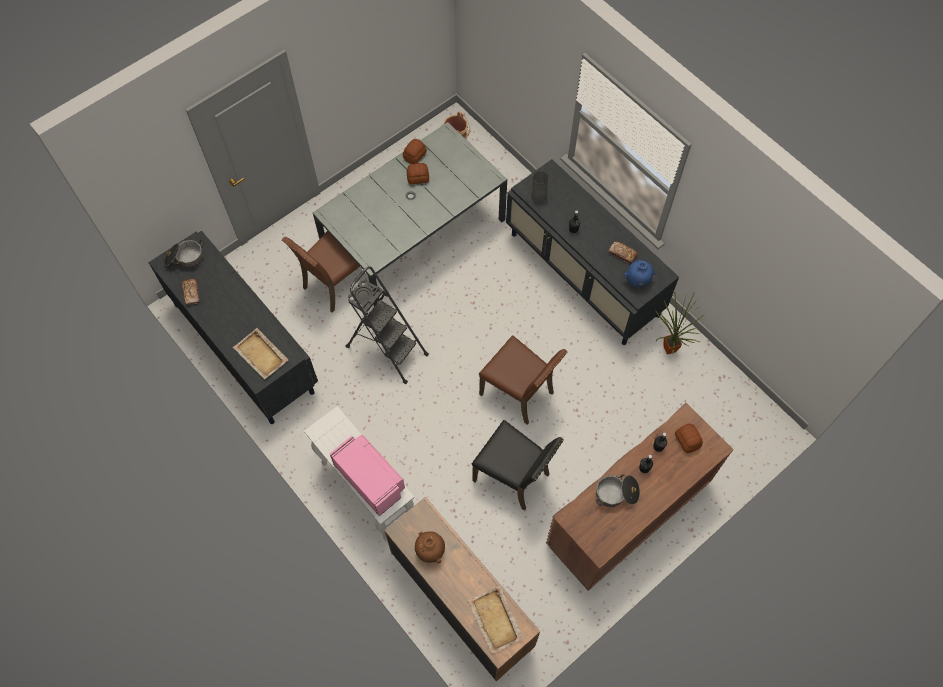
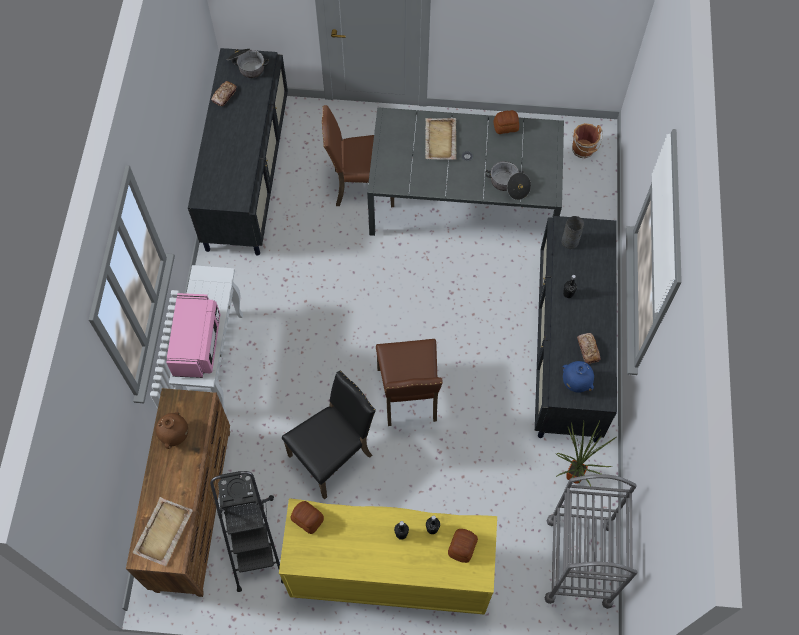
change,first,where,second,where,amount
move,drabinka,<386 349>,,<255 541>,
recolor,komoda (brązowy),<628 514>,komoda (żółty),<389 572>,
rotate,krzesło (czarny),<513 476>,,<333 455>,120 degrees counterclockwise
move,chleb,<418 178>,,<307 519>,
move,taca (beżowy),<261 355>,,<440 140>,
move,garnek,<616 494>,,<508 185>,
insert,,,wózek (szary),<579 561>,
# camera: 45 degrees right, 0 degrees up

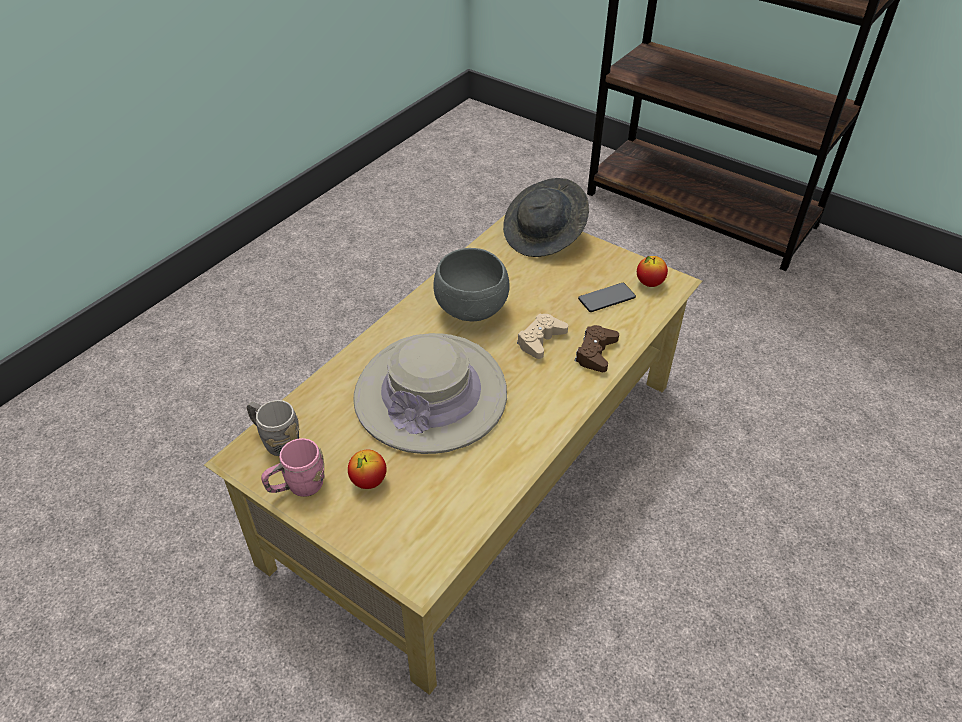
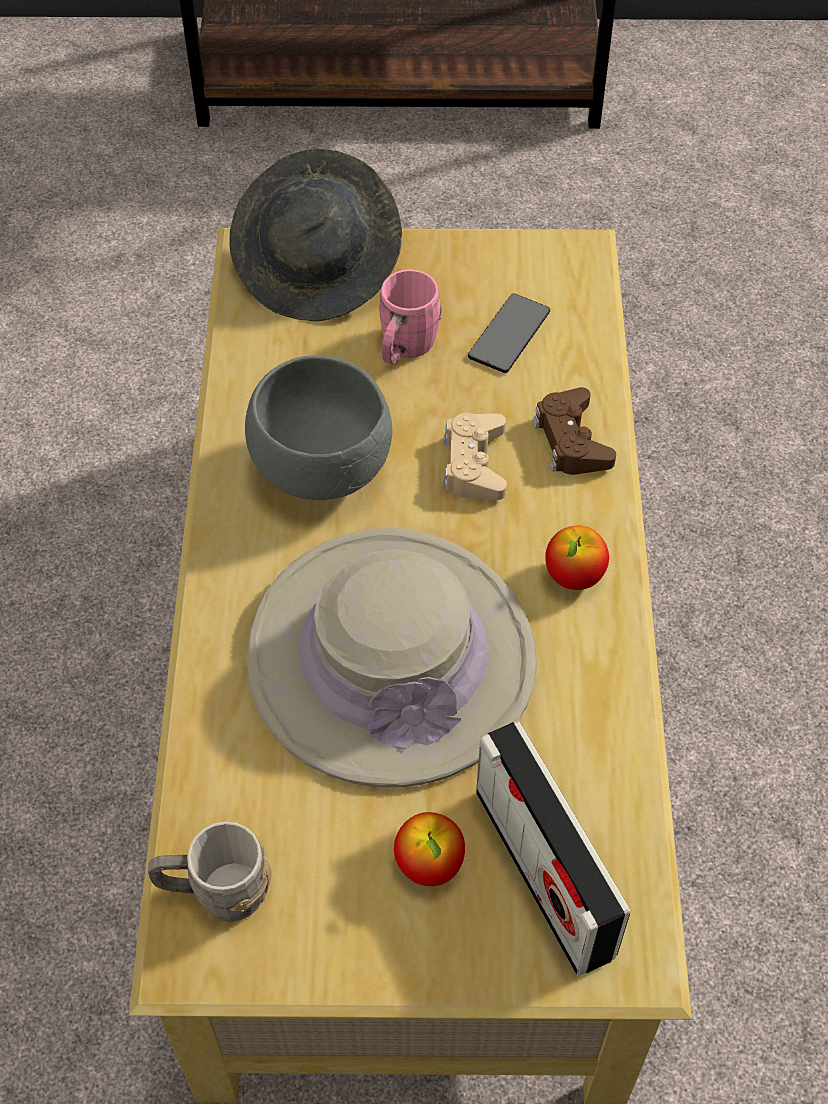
change,first,where,second,where,amount
move,kubek (różowy),<298 487>,,<404 349>,
insert,,,radio,<544 873>,
move,jabłko,<649 283>,,<573 576>,
# camera: 35 degrees left, 10 degrees up

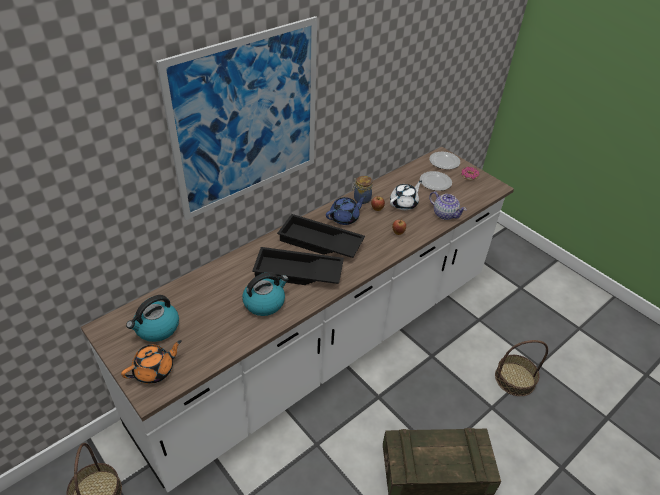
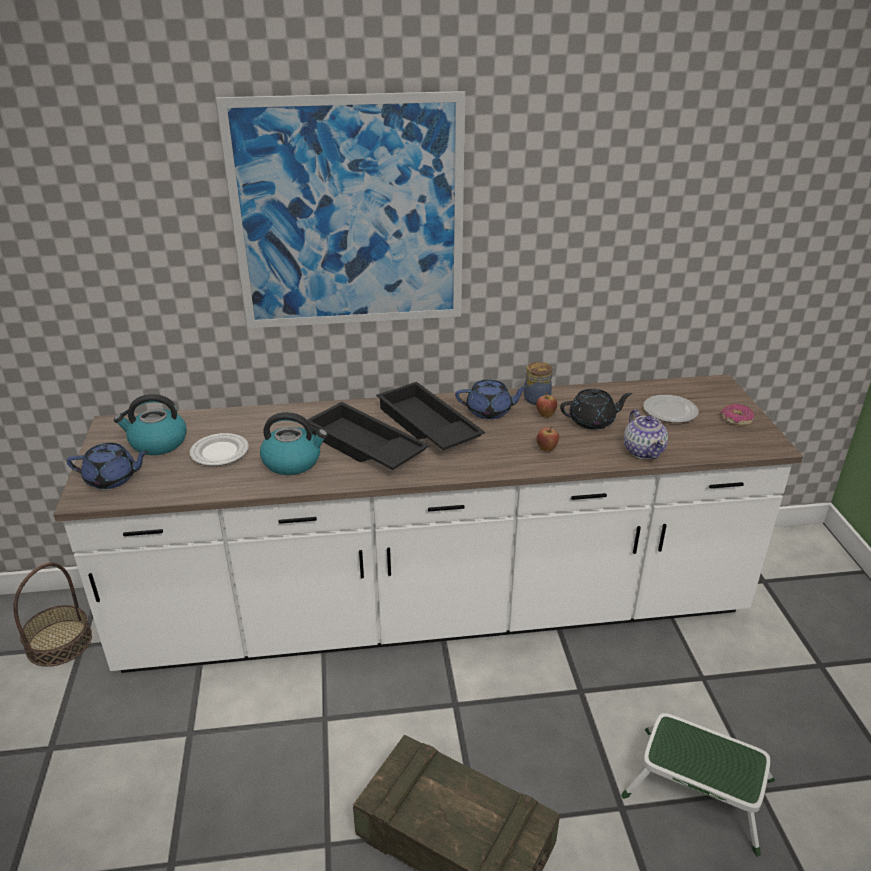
change,first,where,second,where,amount
recolor,imbryk (pomarańczowy),<155 370>,imbryk (niebieski),<112 479>,
move,talerz,<444 162>,,<220 453>,
recolor,imbryk (biały),<404 204>,imbryk (czarny),<593 421>,
replace,koszyk,<515 379>,drabinka (zielony),<698 789>,
# camera: 35 degrees right, 10 degrees down

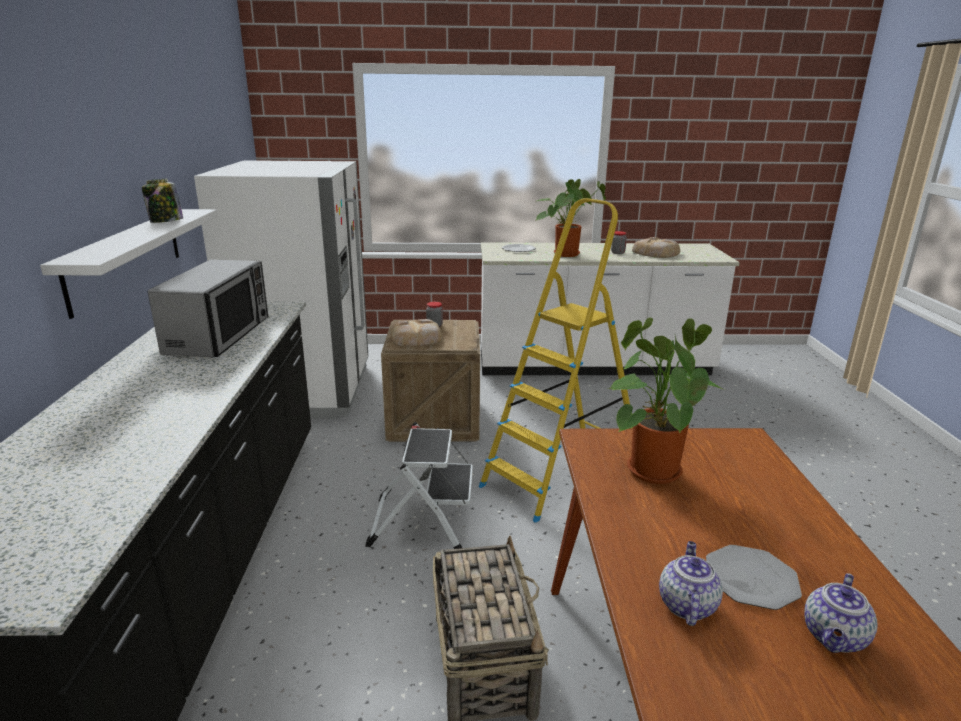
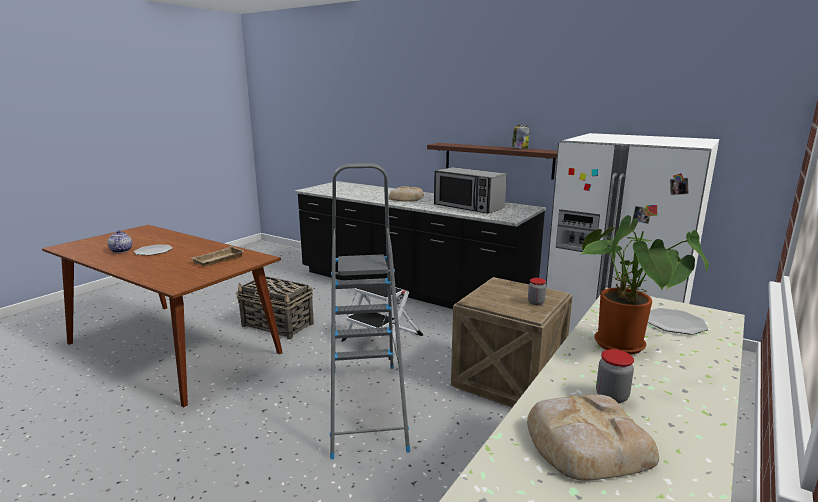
change,first,where,second,where,amount
replace,roślina doniczkowa,<650 468>,taca (beżowy),<219 260>,
recolor,drabinka (żółty),<562 473>,drabinka (szary),<365 405>,
move,chleb,<417 338>,,<405 198>,
recolor,półka (biały),<126 257>,półka (brązowy),<497 160>,
delete,imbryk,<686 604>,,,
# camera: 125 degrees right, 5 degrees down

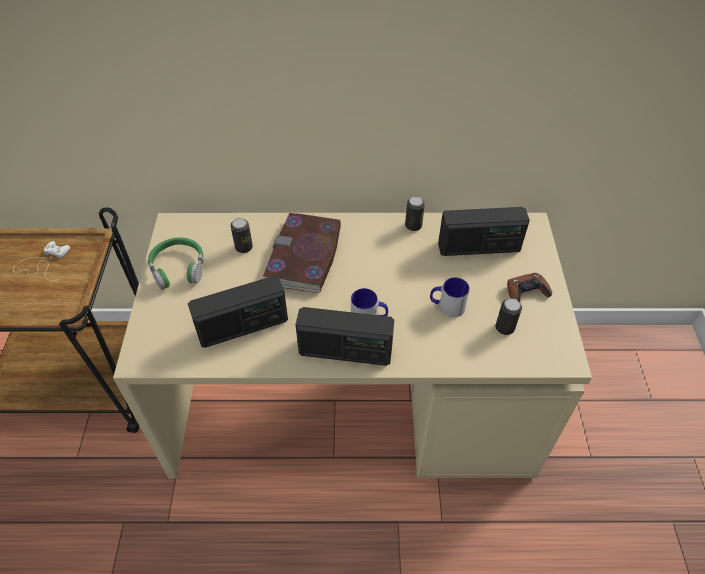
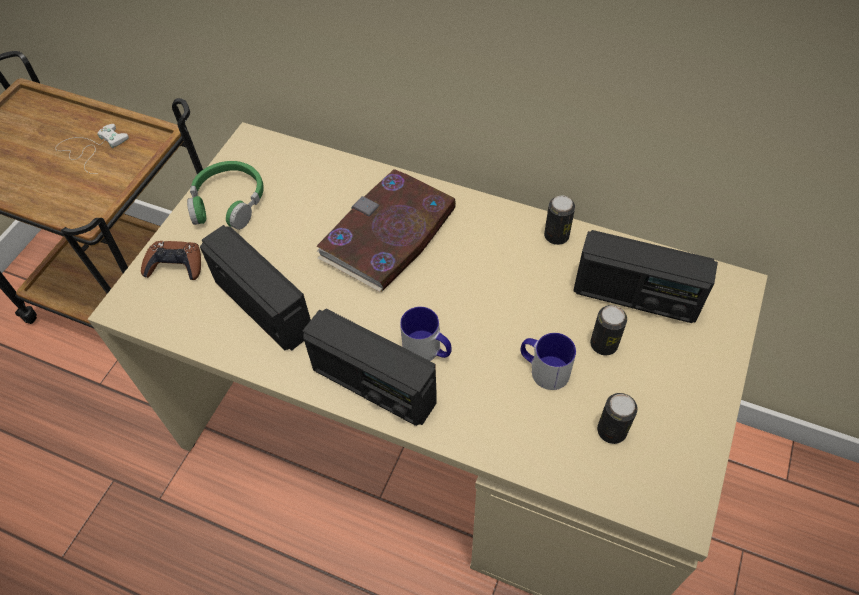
change,first,where,second,where,amount
move,pad do gier (brązowy),<526 292>,,<175 265>,
rotate,radio,<243 327>,,<264 305>,135 degrees counterclockwise
move,puszka,<244 247>,,<603 344>,
# camera: 25 degrees right, 5 degrees up

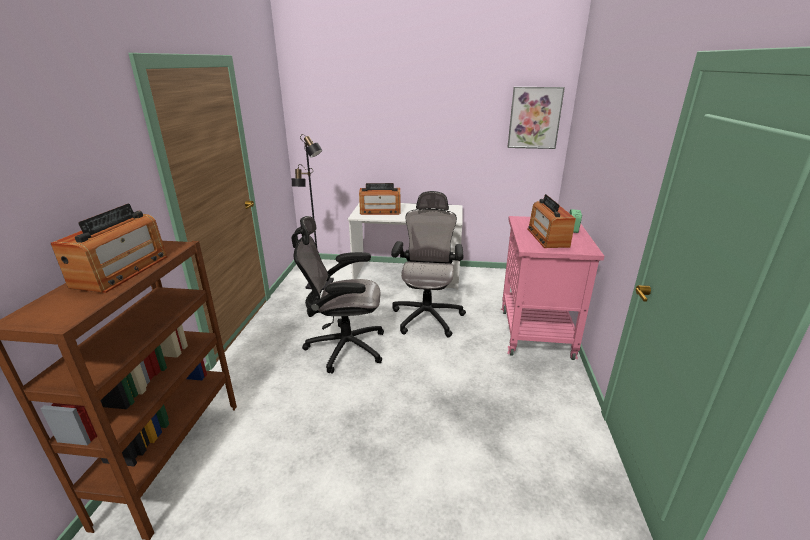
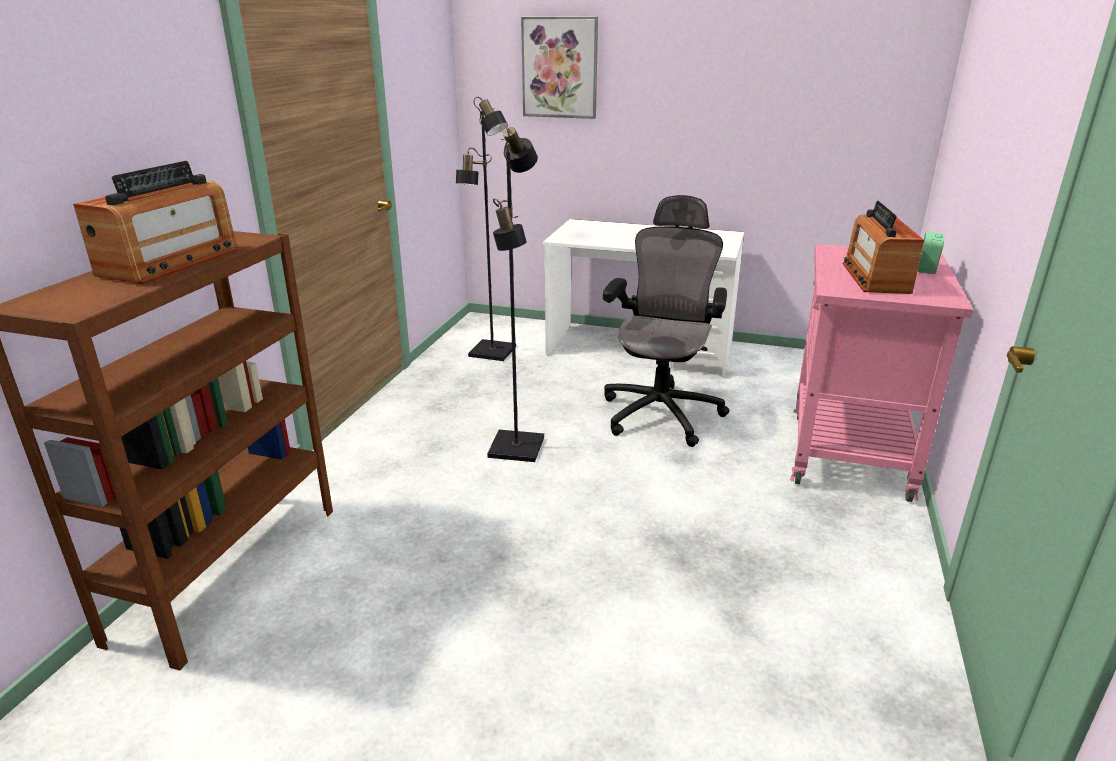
change,first,where,second,where,amount
replace,krzesło biurowe,<345 348>,lampa stojąca (czarny),<516 447>,
move,obraz,<534 118>,,<560 68>,
delete,radio,<380 211>,,,
# camera: 10 degrees right, 0 degrees up

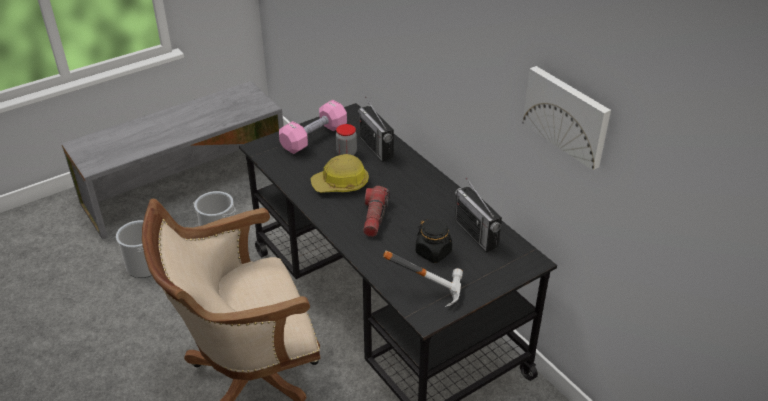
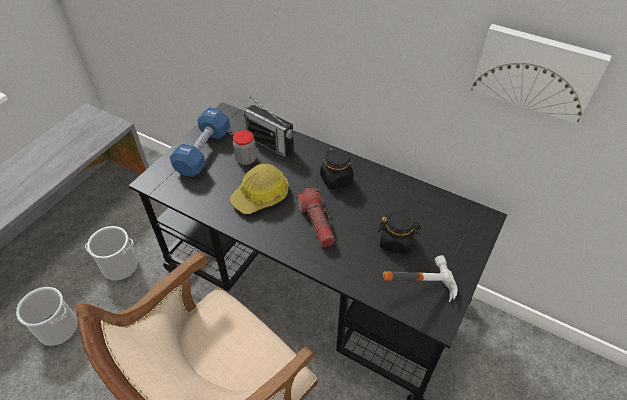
change,first,where,second,where,amount
recolor,hantel (różowy),<314 137>,hantel (niebieski),<203 152>,
insert,,,słoik (czarny),<336 179>,
delete,radio,<476 233>,,,
# camera: 25 degrees left, 10 degrees up

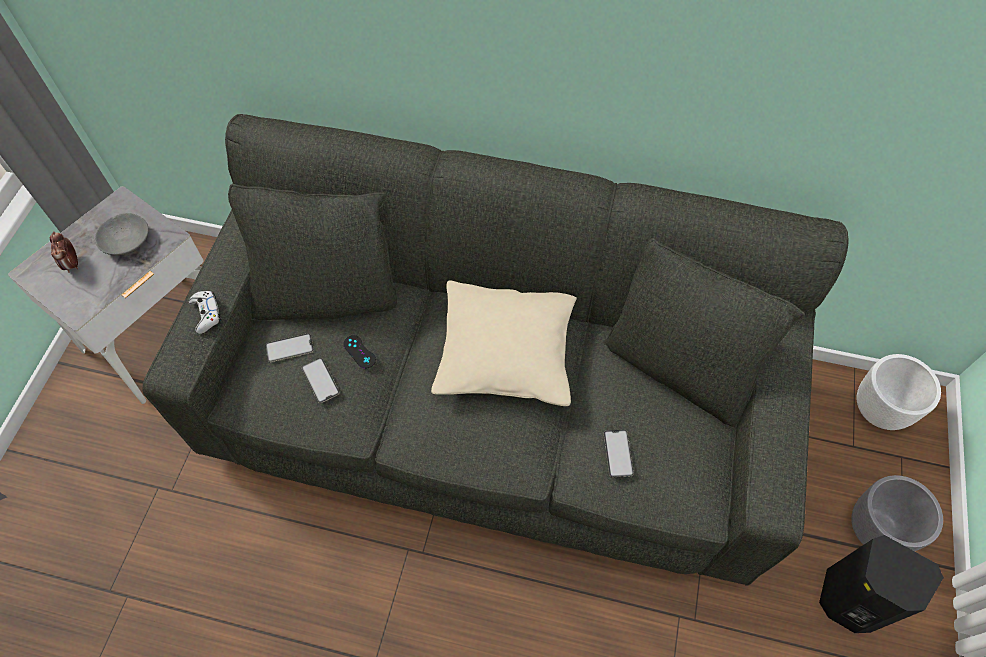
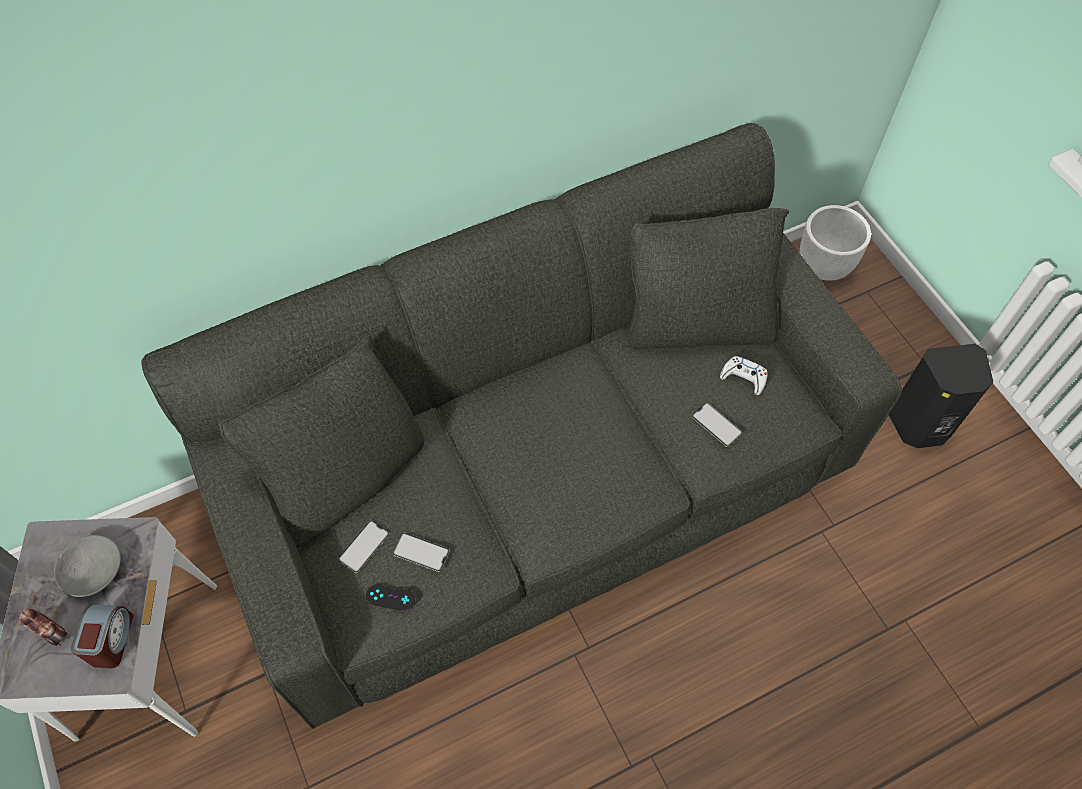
change,first,where,second,where,amount
insert,,,budzik,<112 640>,
move,pad do gier (czarny),<359 352>,,<390 597>,
move,pad do gier (biały),<206 314>,,<743 378>,
delete,poduszka (beżowy),<506 352>,,,
delete,donica (szary),<877 530>,,,
# camera: 40 degrees left, 0 degrees up

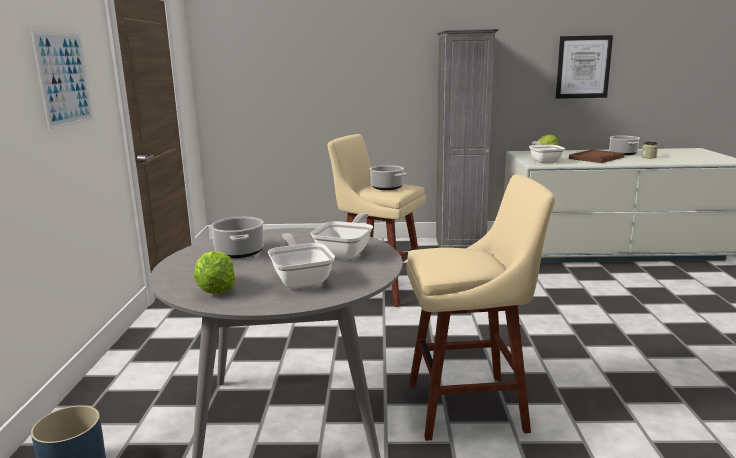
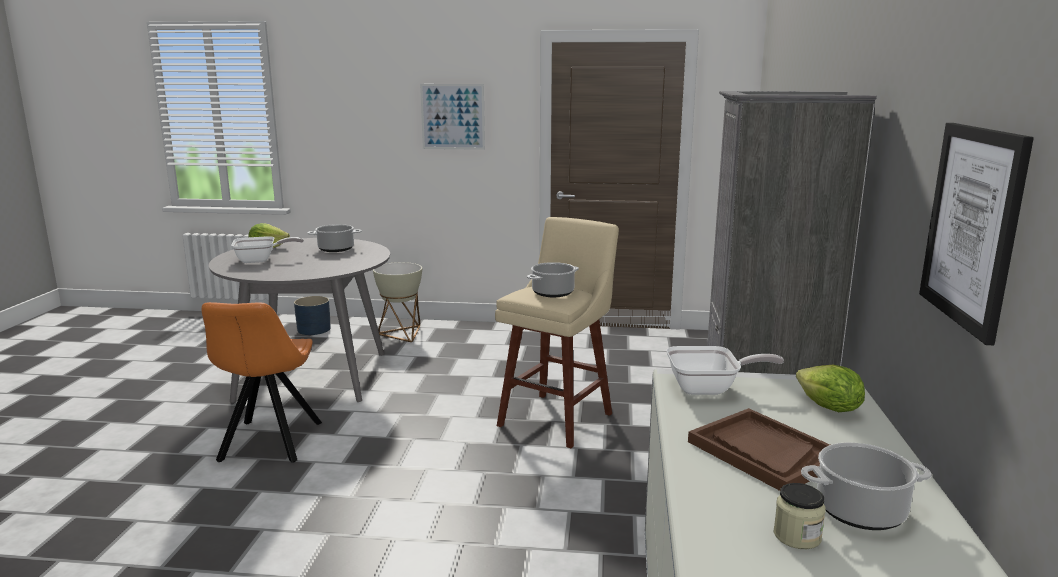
change,first,where,second,where,amount
replace,stołek (beżowy),<469 406>,krzesło (pomarańczowy),<270 441>,
insert,,,donica,<401 334>,
delete,patelnia,<346 253>,,,
# camera: 95 degrees right, 0 degrees up

